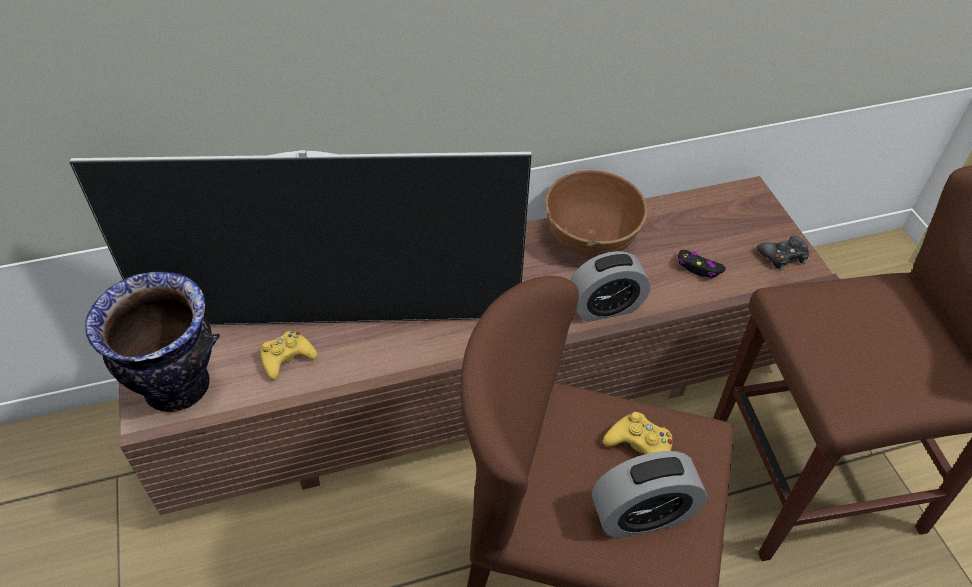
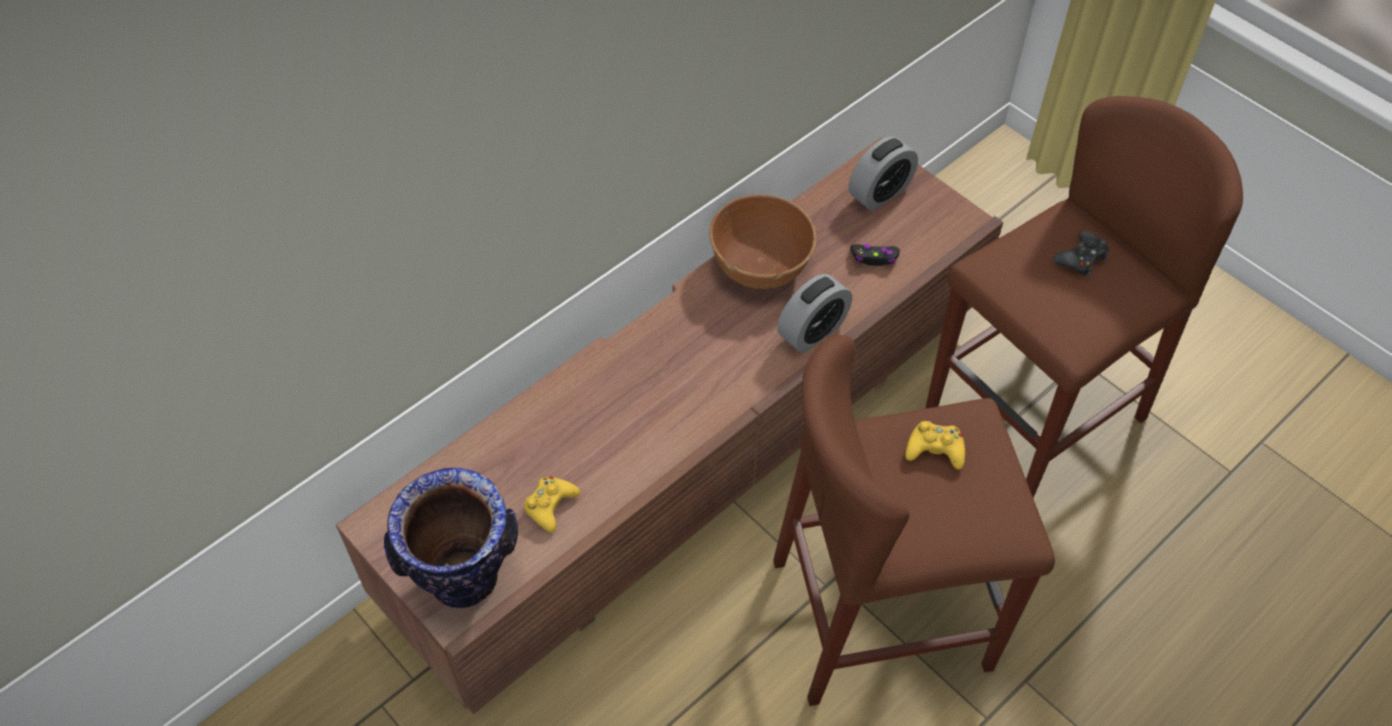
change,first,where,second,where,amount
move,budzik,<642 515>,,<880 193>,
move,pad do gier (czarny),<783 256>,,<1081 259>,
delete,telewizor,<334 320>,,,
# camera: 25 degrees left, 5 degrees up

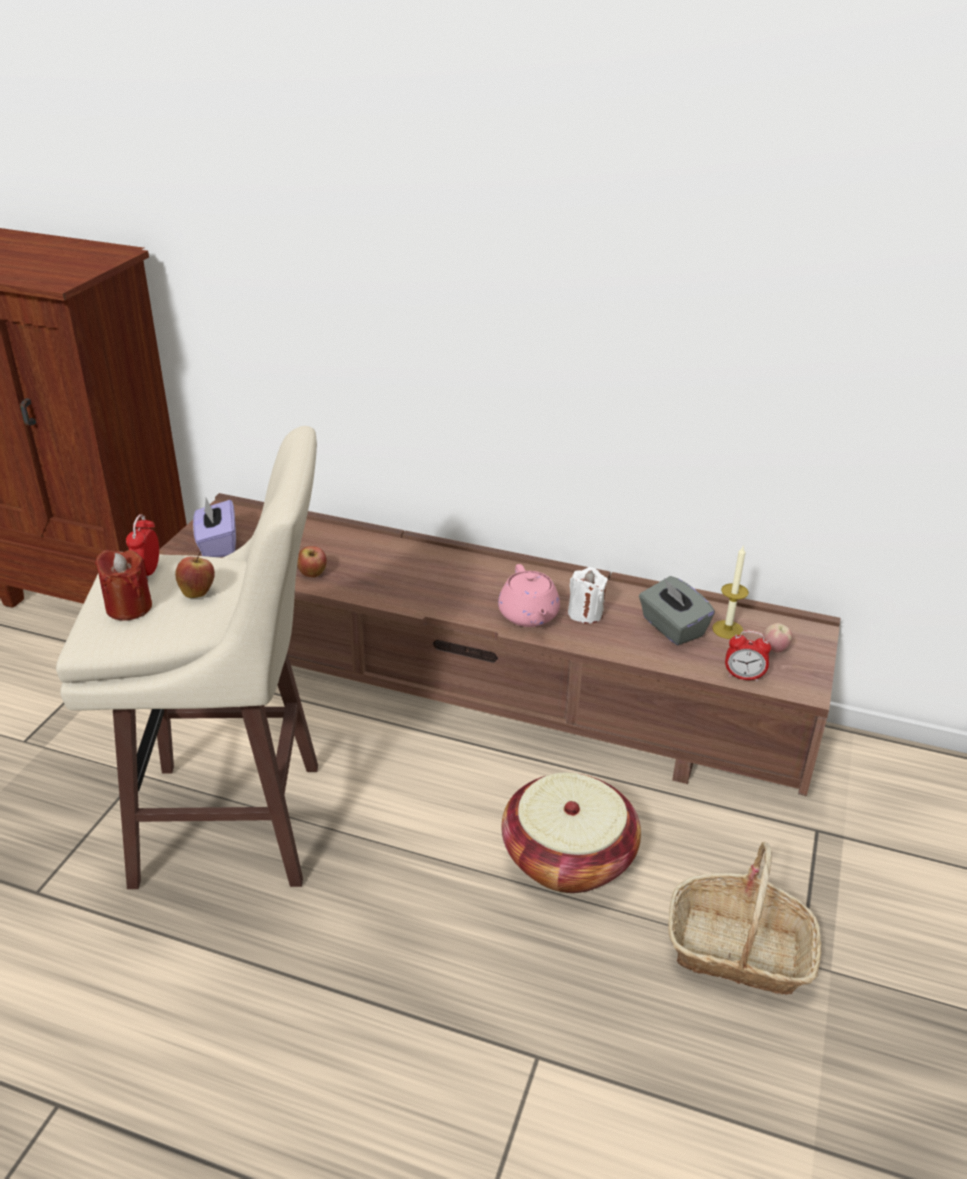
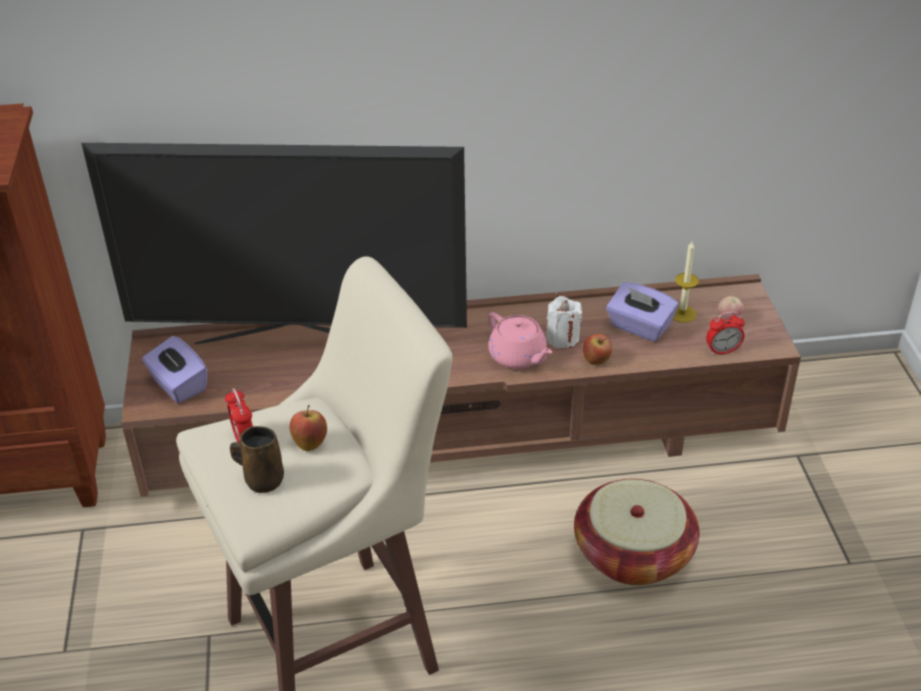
change,first,where,second,where,amount
insert,,,telewizor,<298 343>,
replace,świeca (czerwony),<129 607>,kubek (brązowy),<262 480>,
move,jabłko,<313 574>,,<596 361>,
recolor,pudełko chusteczek (szary),<672 627>,pudełko chusteczek (fioletowy),<639 327>,
delete,koszyk,<739 950>,,,
# camera: 25 degrees left, 5 degrees up

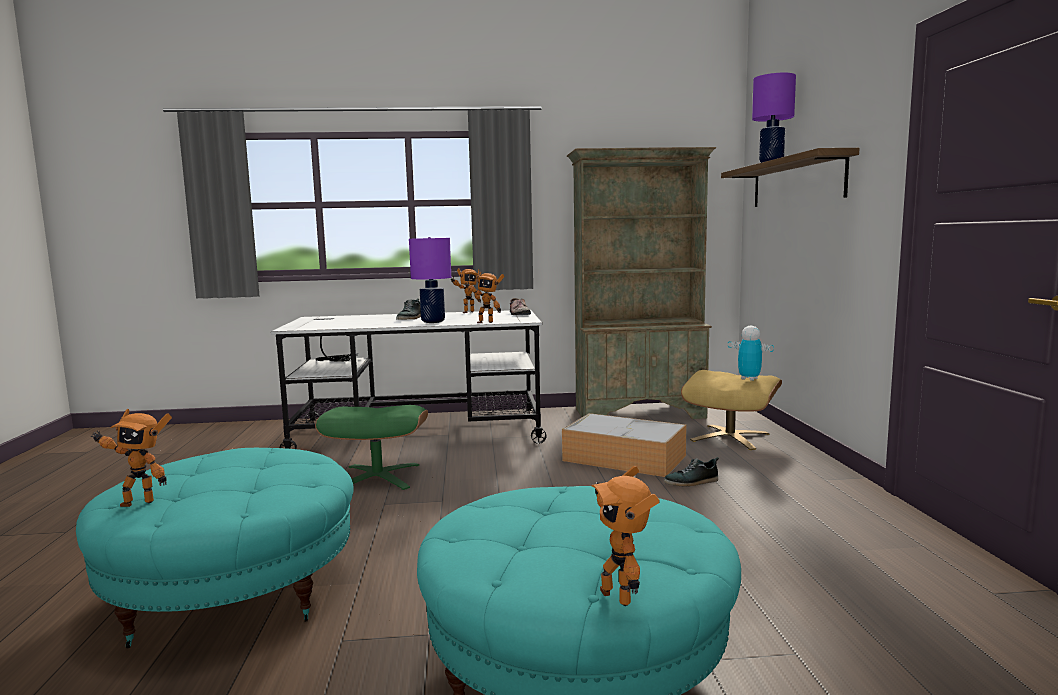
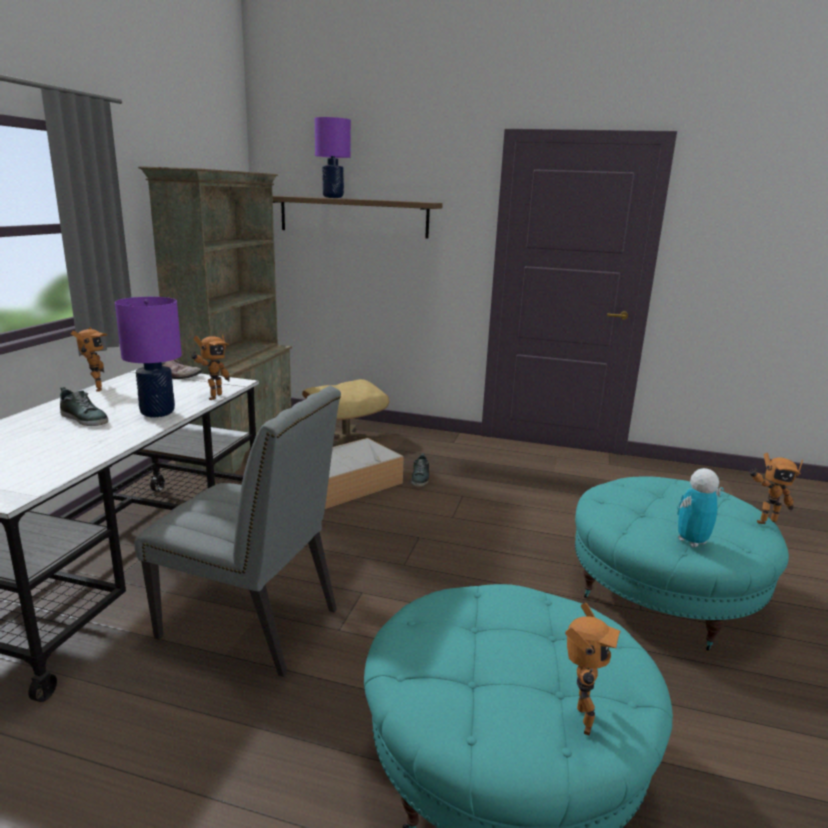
change,first,where,second,where,amount
replace,pufa (zielony),<377 477>,krzesło (szary),<248 623>,
move,robot zabawkowy,<749 379>,,<691 541>,
# camera: 70 degrees left, 10 degrees up

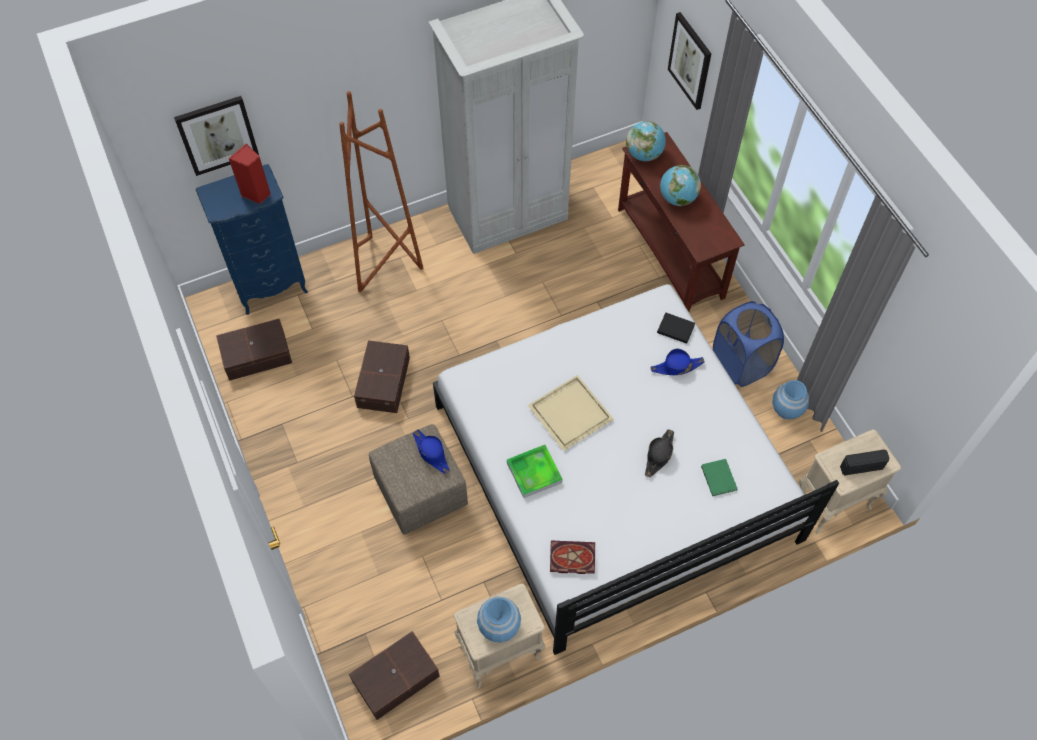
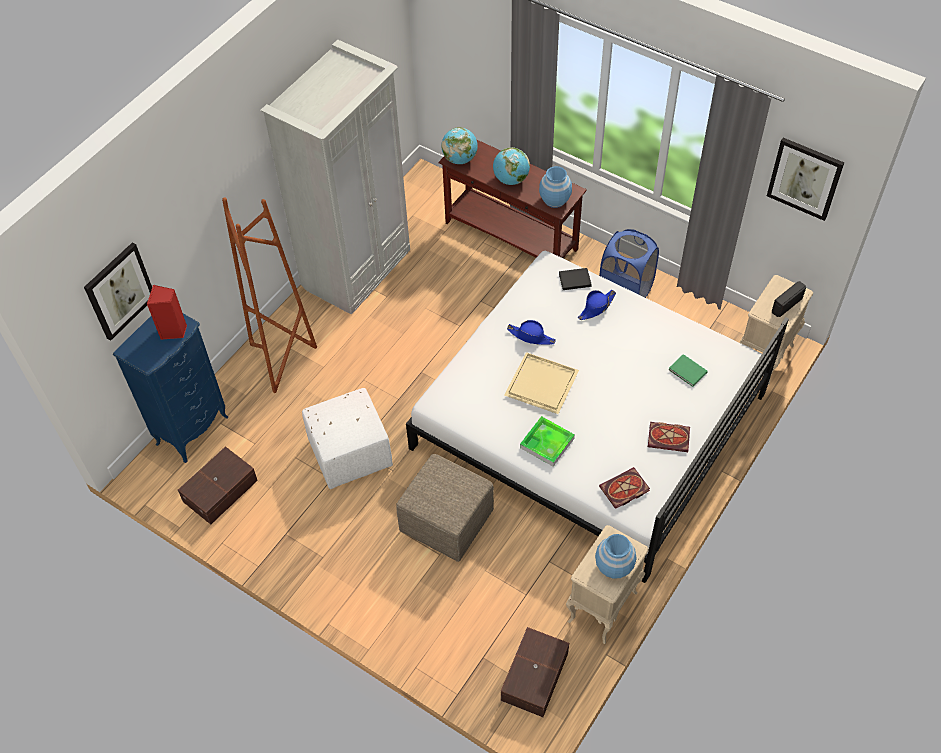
change,first,where,second,where,amount
replace,pojemnik do przechowywania (brązowy),<384 382>,pufa (biały),<351 453>,
move,kapelusz (niebieski),<431 453>,,<531 336>,
move,wazon (niebieski),<787 409>,,<555 200>,
insert,,,książka,<669 437>,
move,obraz,<690 61>,,<805 178>,
delete,kapelusz (czarny),<659 455>,,,
# camera: 30 degrees left, 5 degrees down

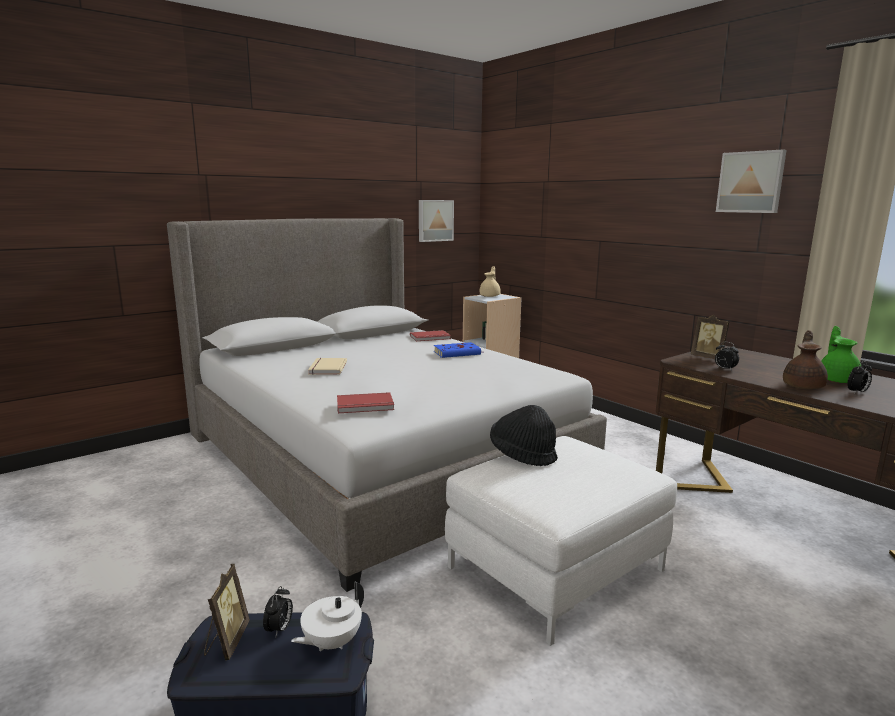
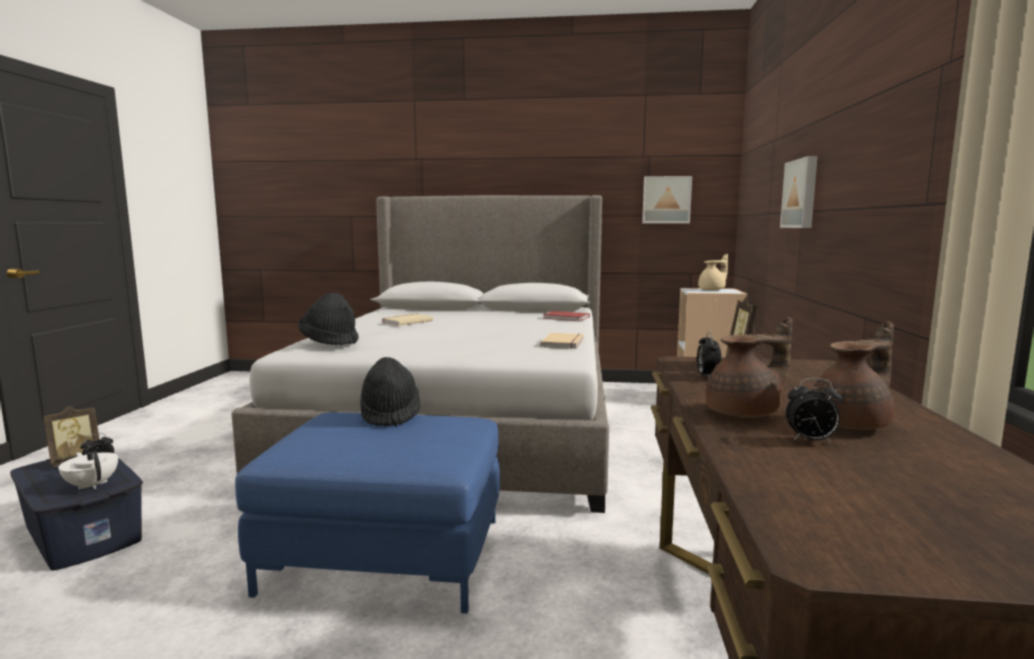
change,first,where,second,where,amount
rotate,imbryk (biały),<331 642>,,<92 485>,45 degrees clockwise
recolor,pufa (biały),<555 568>,pufa (niebieski),<386 554>,
replace,książka (czerwony),<365 406>,kapelusz (czarny),<330 341>,
insert,,,książka (beżowy),<564 343>,
move,obraz,<751 182>,,<801 194>,
recolor,imbryk (zielony),<837 380>,imbryk (brązowy),<852 424>,
delete,książka (niebieski),<458 353>,,,
# camera: 45 degrees right, 5 degrees down

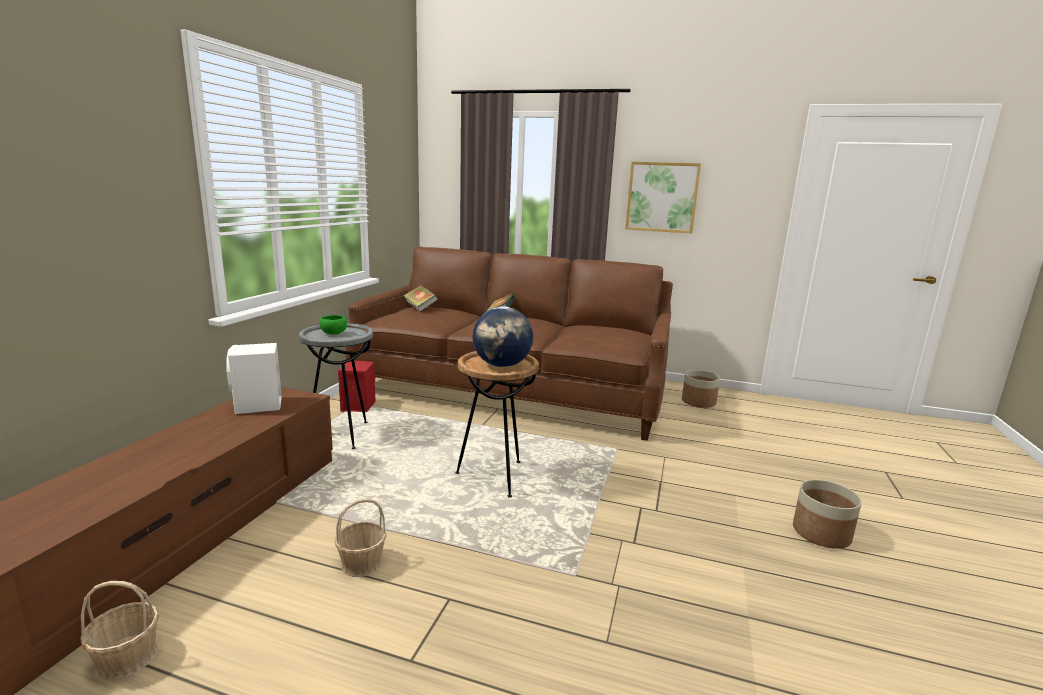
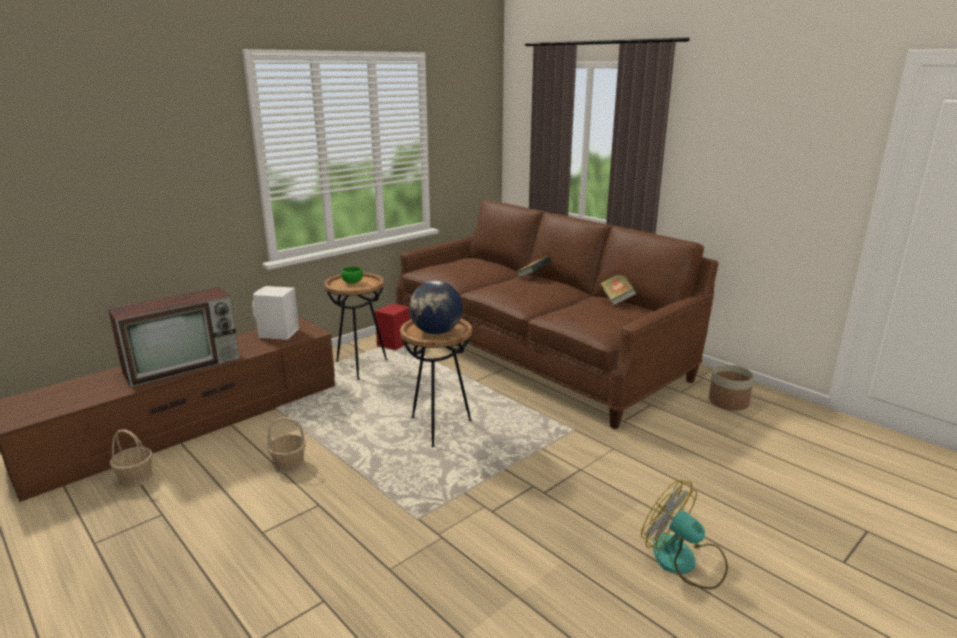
change,first,where,second,where,amount
insert,,,telewizor,<184 365>,
recolor,stolik (szary),<342 436>,stolik (brązowy),<360 367>,
move,książka,<420 308>,,<617 300>,
replace,donica,<821 534>,wentylator,<684 562>,
delete,obraz,<662 197>,,,
# camera: 30 degrees right, 5 degrees up

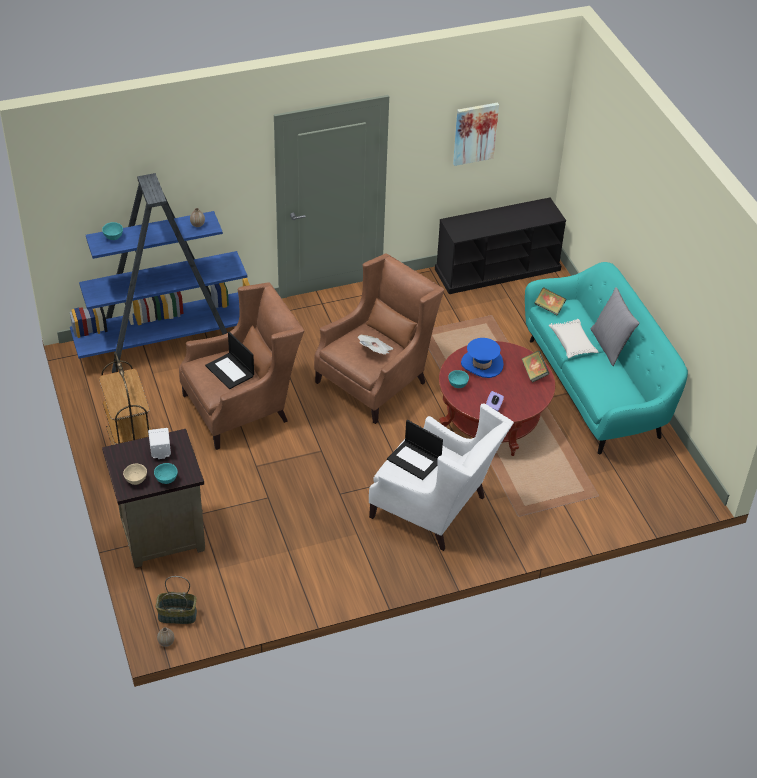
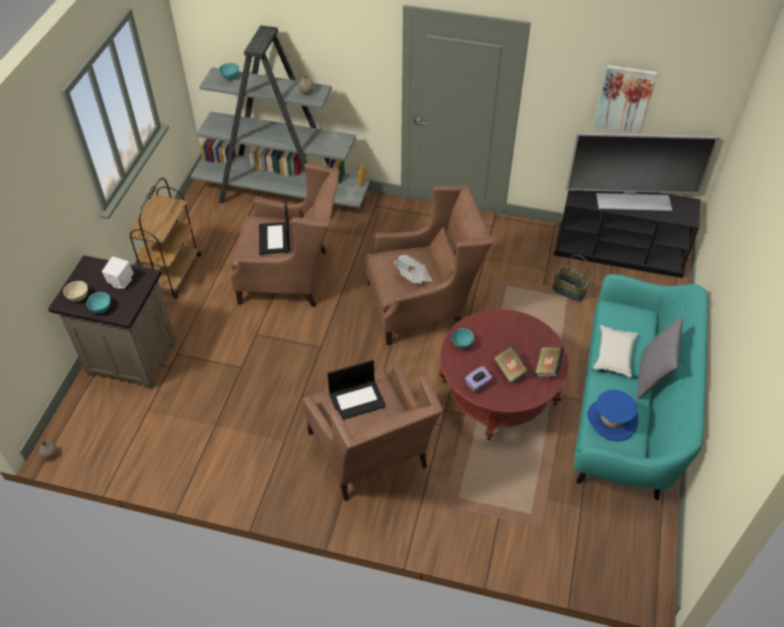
change,first,where,second,where,amount
recolor,regał (niebieski),<169 341>,regał (szary),<283 195>,
recolor,fotel (biały),<435 510>,fotel (brązowy),<371 455>,
rotate,laptop,<415 460>,,<357 399>,90 degrees counterclockwise
move,książka,<549 308>,,<510 370>,
move,koszyk,<177 616>,,<568 291>,
insert,,,telewizor,<633 201>,
move,kapelusz (niebieski),<482 364>,,<611 420>,
# camera: 35 degrees right, 5 degrees up

